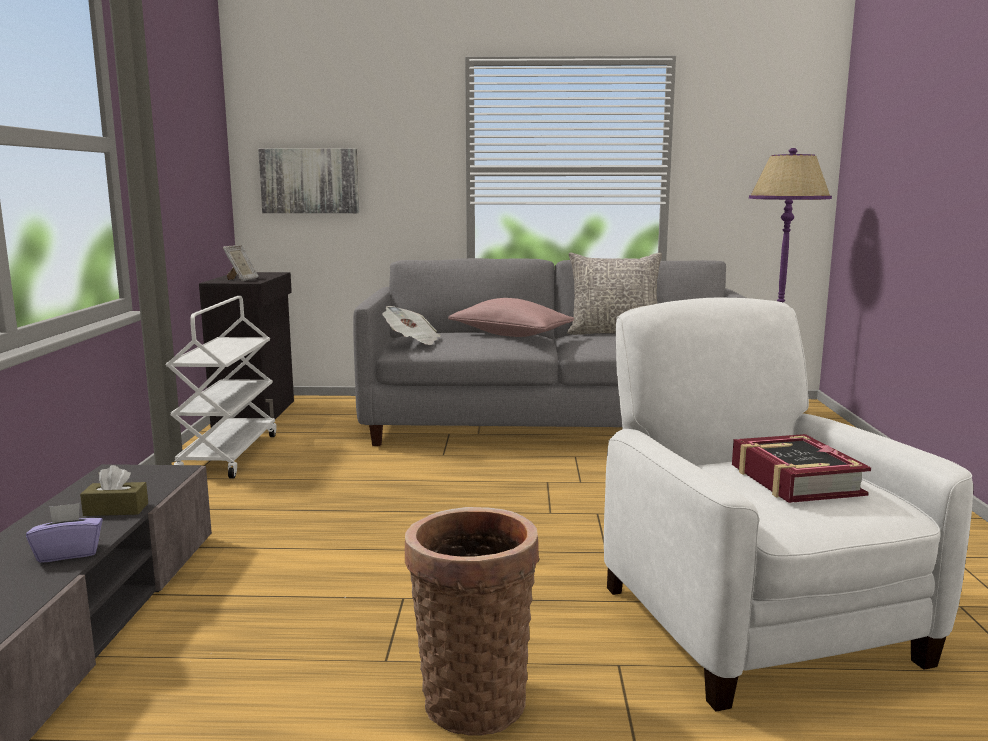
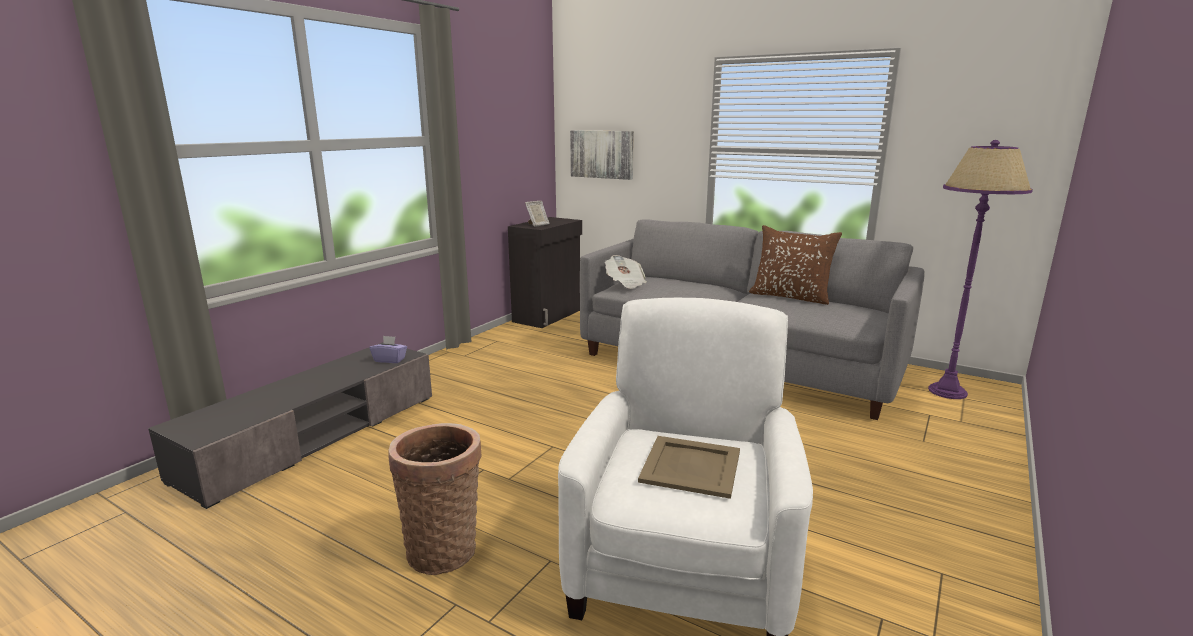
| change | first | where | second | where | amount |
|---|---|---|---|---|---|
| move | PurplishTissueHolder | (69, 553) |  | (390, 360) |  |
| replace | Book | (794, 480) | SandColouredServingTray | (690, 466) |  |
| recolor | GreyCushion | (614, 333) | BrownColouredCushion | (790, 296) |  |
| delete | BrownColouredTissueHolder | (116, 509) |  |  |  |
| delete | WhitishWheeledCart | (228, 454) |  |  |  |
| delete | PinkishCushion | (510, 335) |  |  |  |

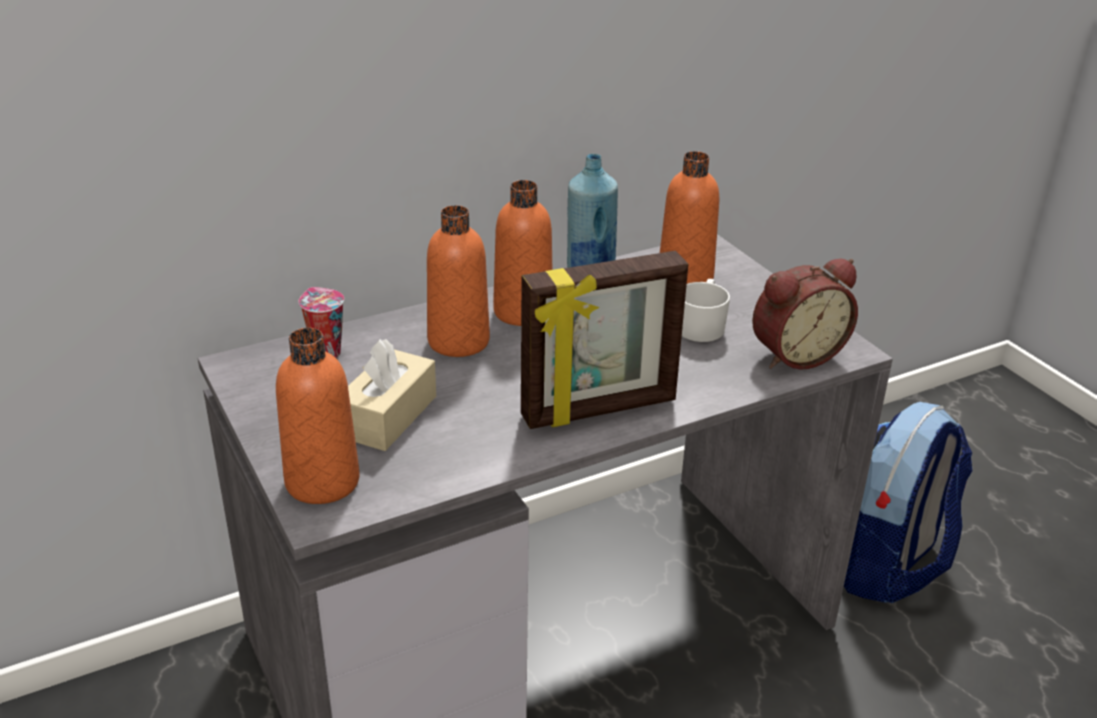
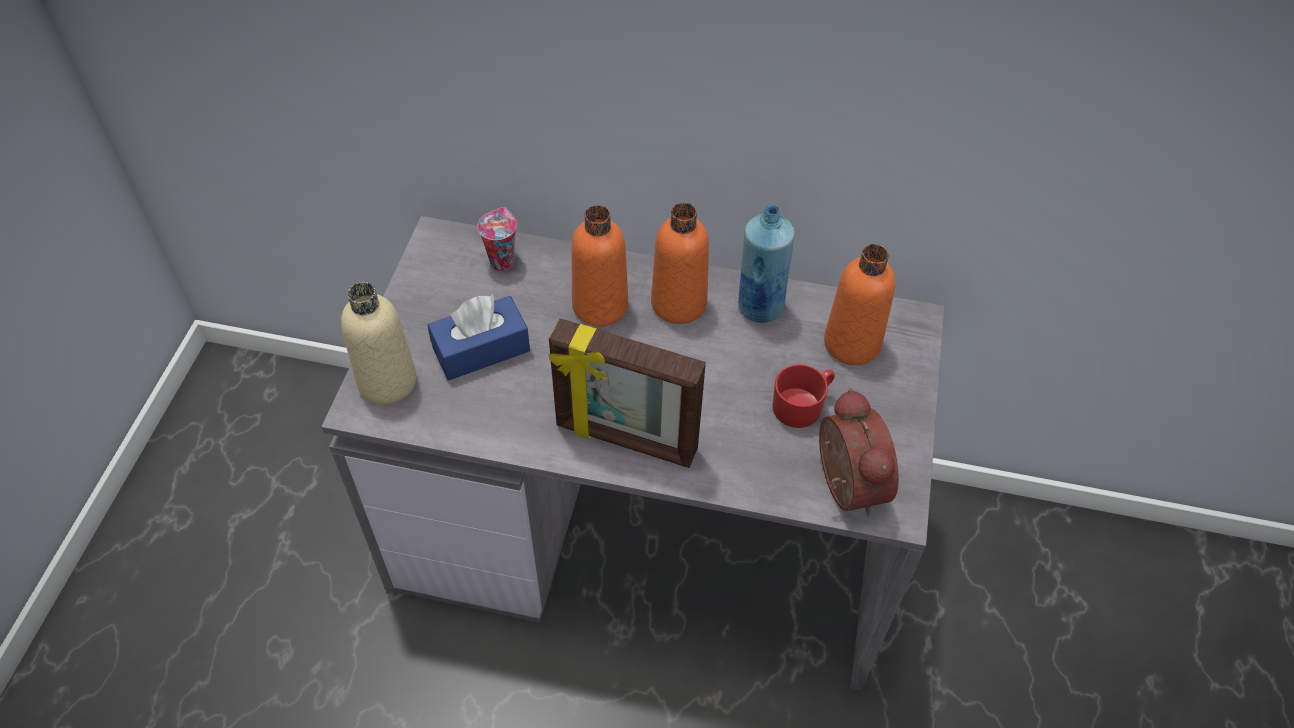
| change | first | where | second | where | amount |
|---|---|---|---|---|---|
| recolor | OrangeDrinkBottle | (322, 482) | SandColouredDrinkBottle | (387, 381) |  |
| recolor | SandColouredTissueHolder | (388, 416) | BluishTissueHolder | (481, 349) |  |
| recolor | WhitishMug | (701, 325) | RedMug | (802, 405) |  |
| rotate | BedsideClock | (795, 354) |  | (843, 485) | 120 degrees counterclockwise |
| delete | Knapsack | (888, 565) |  |  |  |

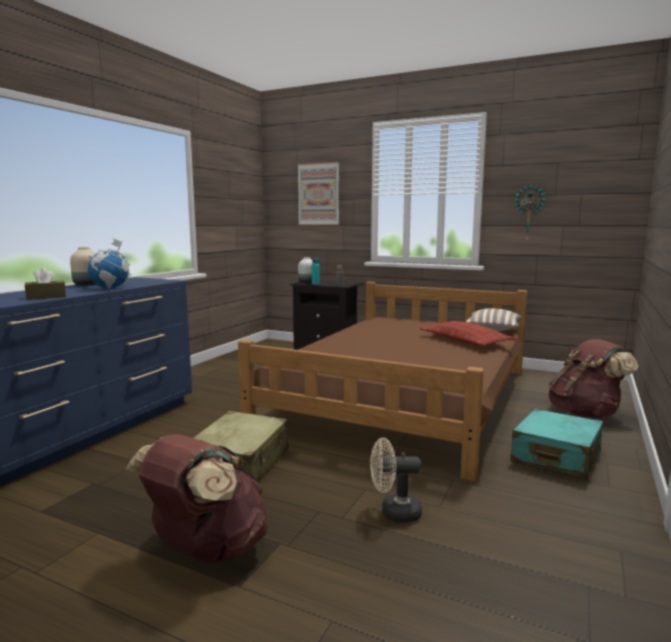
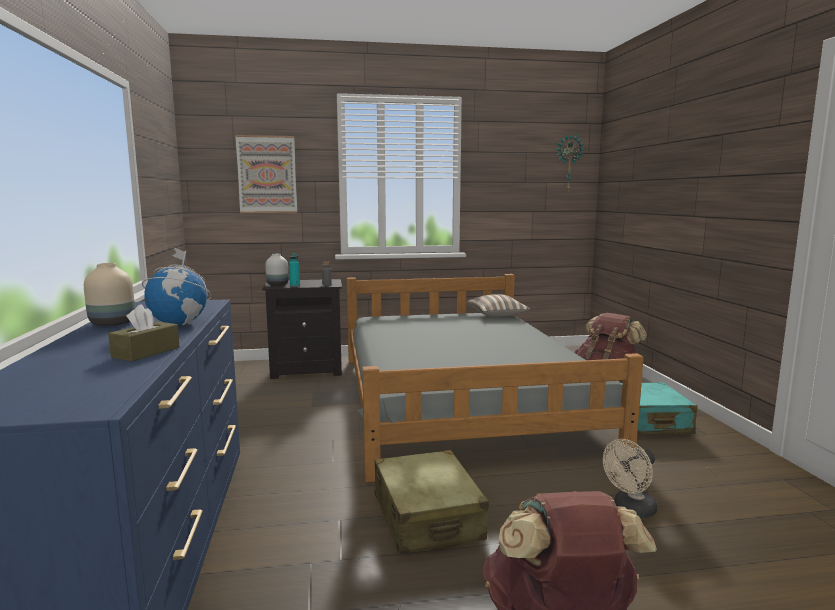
| change | first | where | second | where | amount |
|---|---|---|---|---|---|
| recolor | BrownColouredBedroomBed | (404, 398) | GreyBedroomBed | (460, 399) |  |
| move | WallClock | (529, 213) |  | (568, 162) |  |
| delete | Cushion | (465, 340) |  |  |  |

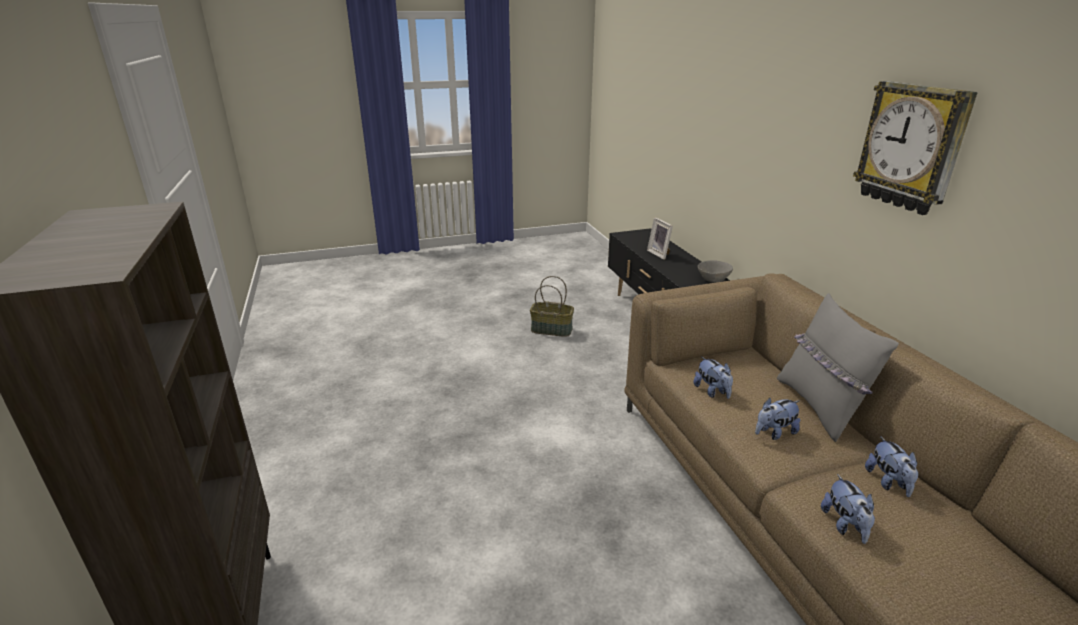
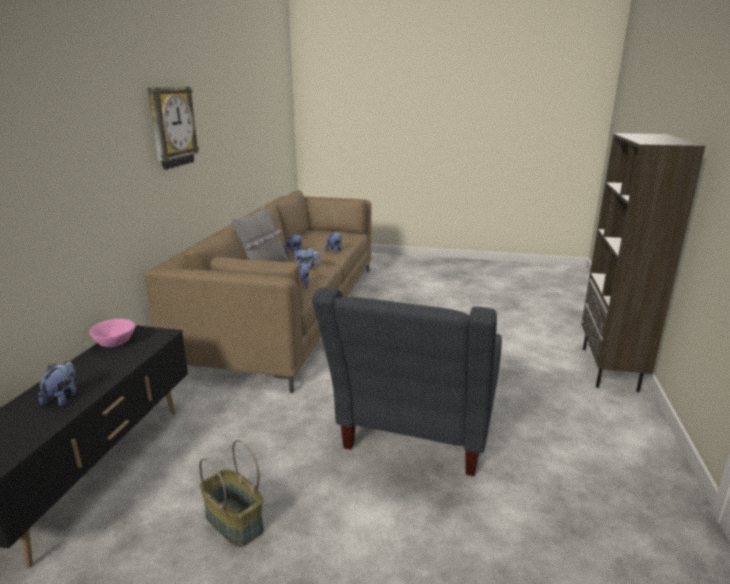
| change | first | where | second | where | amount |
|---|---|---|---|---|---|
| replace | StandingFrame | (660, 254) | PlushToy | (62, 397) |  |
| recolor | GreyServingBowl | (713, 279) | PinkishServingBowl | (114, 343) |  |
| insert |  |  | GreyLoungeChair | (414, 439) |  |

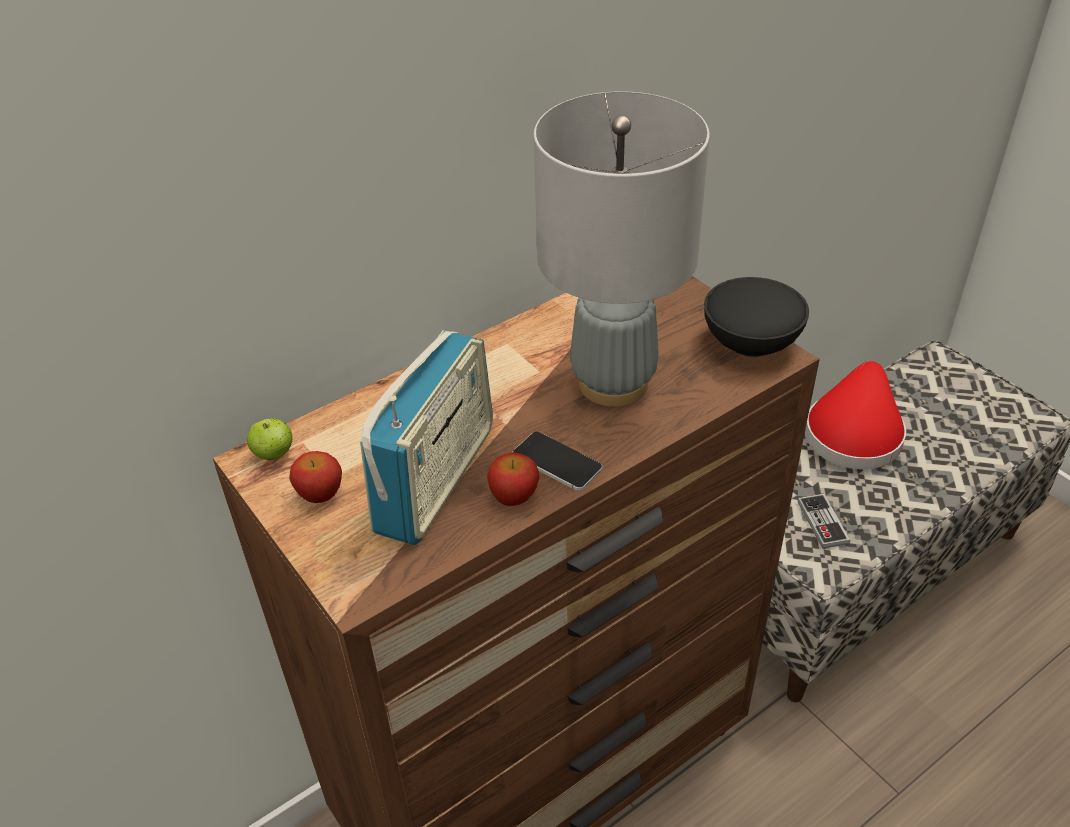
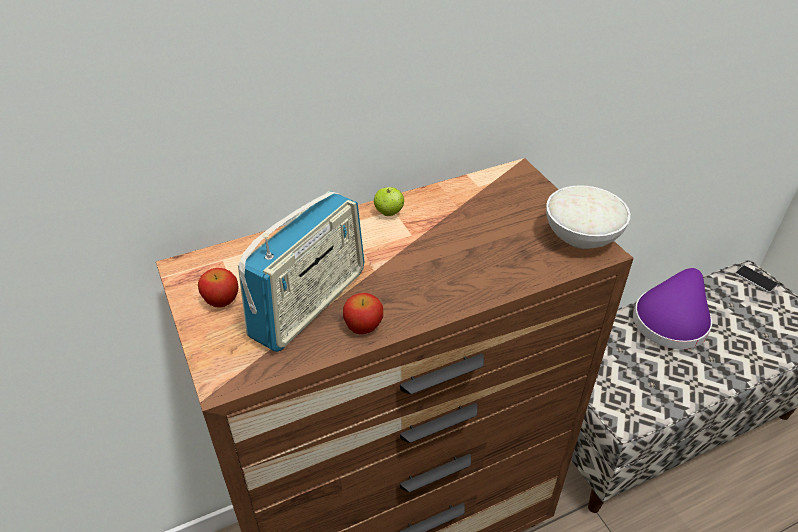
| change | first | where | second | where | amount |
|---|---|---|---|---|---|
| move | WholeApple | (274, 454) |  | (389, 213) |  |
| recolor | BlackServingBowl | (752, 343) | WhitishServingBowl | (582, 237) |  |
| recolor | RedWearableHat | (853, 432) | PurplishWearableHat | (671, 319) |  |
| move | Handset | (557, 462) |  | (755, 279) |  |
| delete | GreyLampForATable | (613, 383) |  |  |  |
| delete | GameController | (822, 522) |  |  |  |

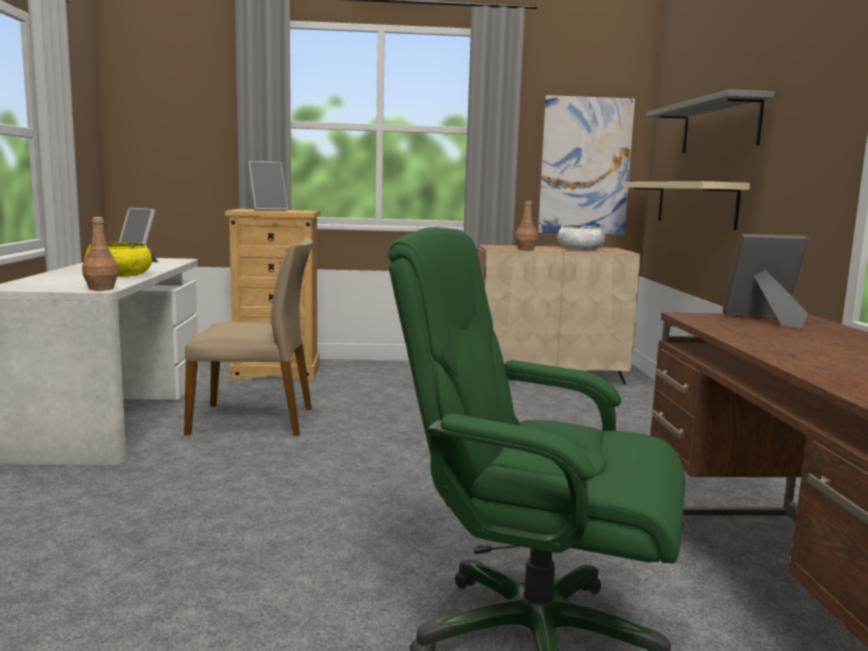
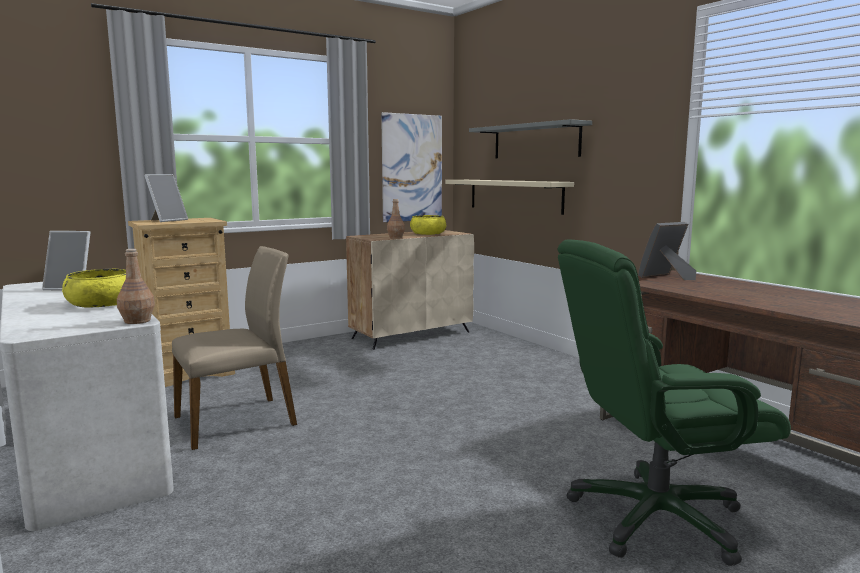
| change | first | where | second | where | amount |
|---|---|---|---|---|---|
| recolor | WhitishServingBowl | (580, 249) | YellowishServingBowl | (428, 234) |  |

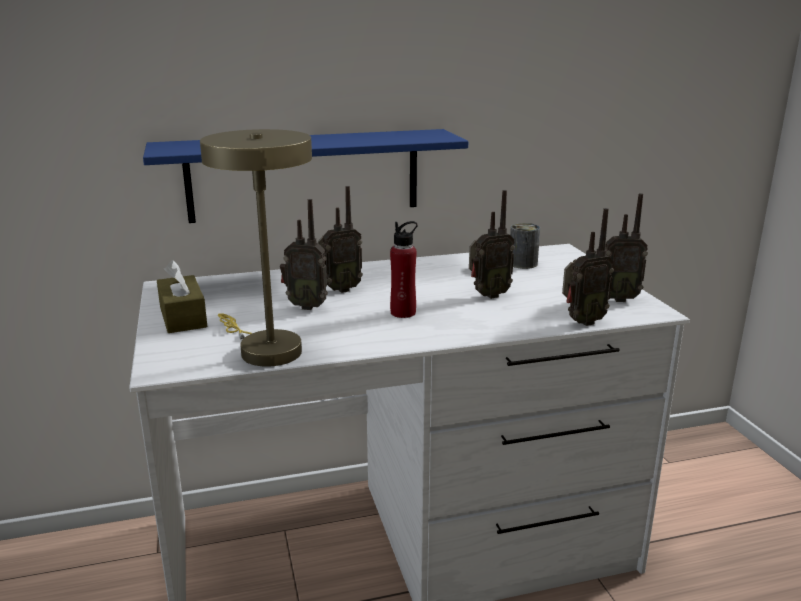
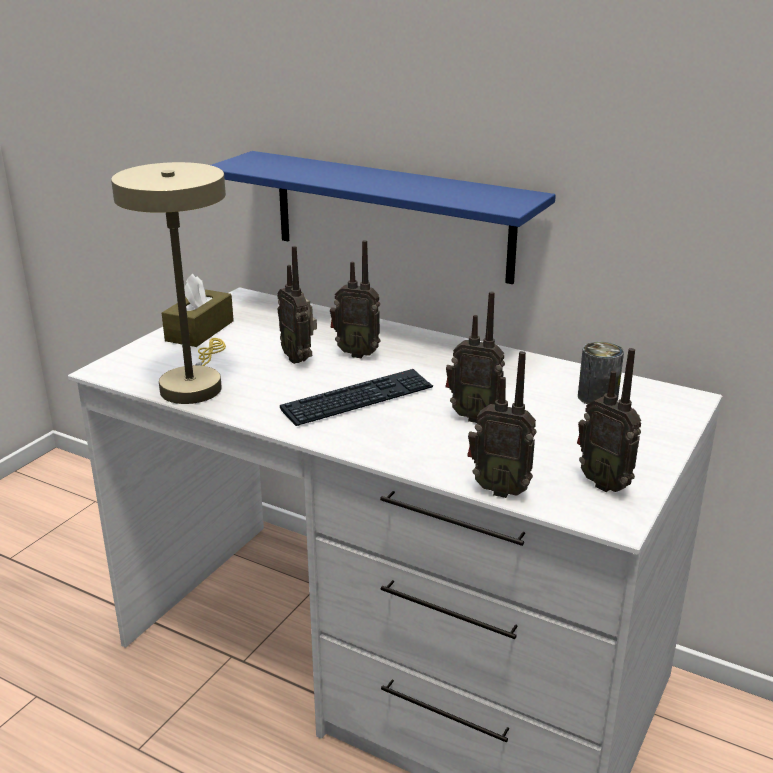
| change | first | where | second | where | amount |
|---|---|---|---|---|---|
| replace | RedDrinkBottle | (403, 313) | ComputerKeyboard | (358, 399) |  |

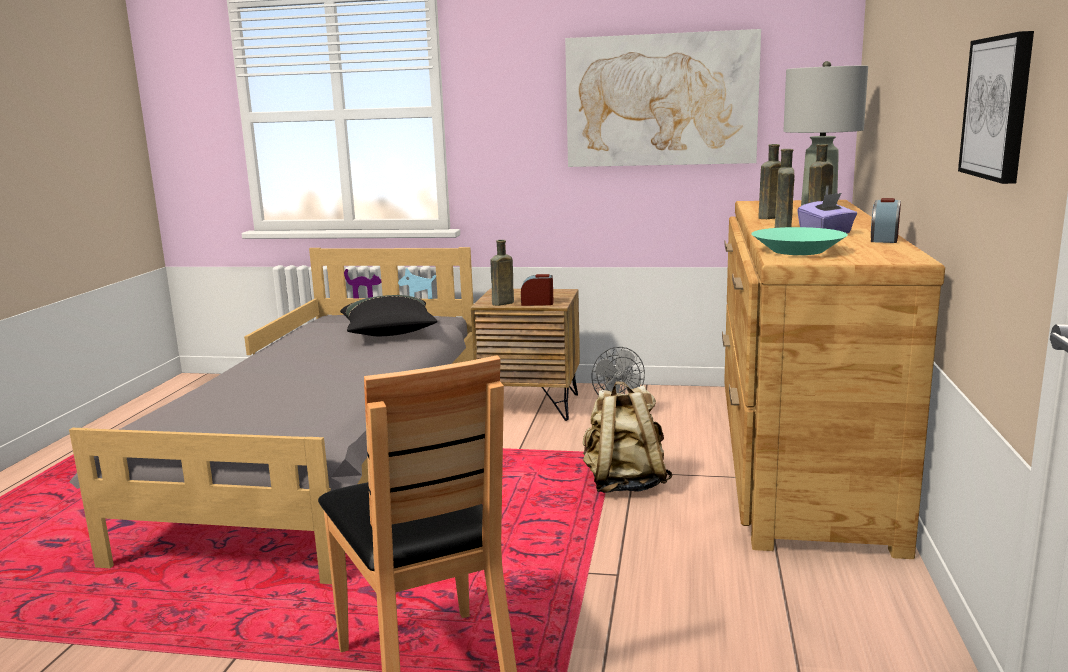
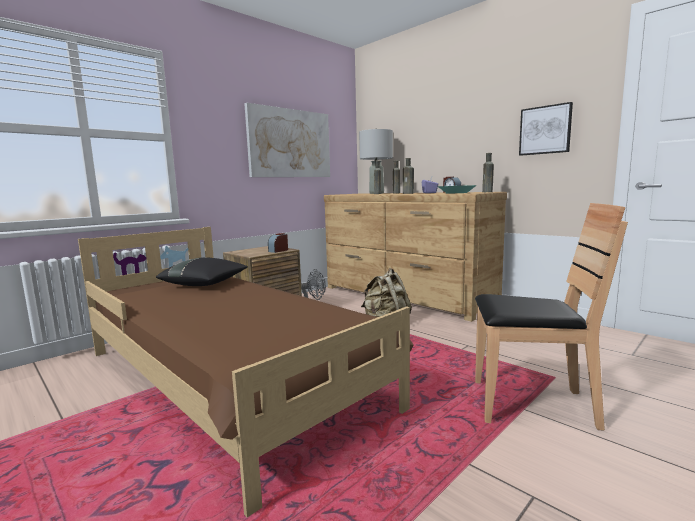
| change | first | where | second | where | amount |
|---|---|---|---|---|---|
| recolor | GreyBedroomBed | (330, 461) | BrownColouredBedroomBed | (229, 378) |  |
| move | BrownColouredDrinkBottle | (501, 303) |  | (487, 192) |  |

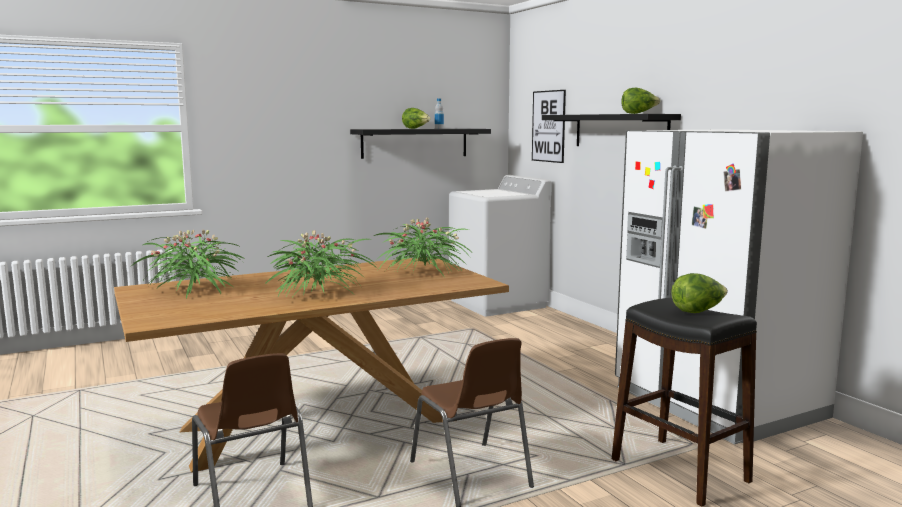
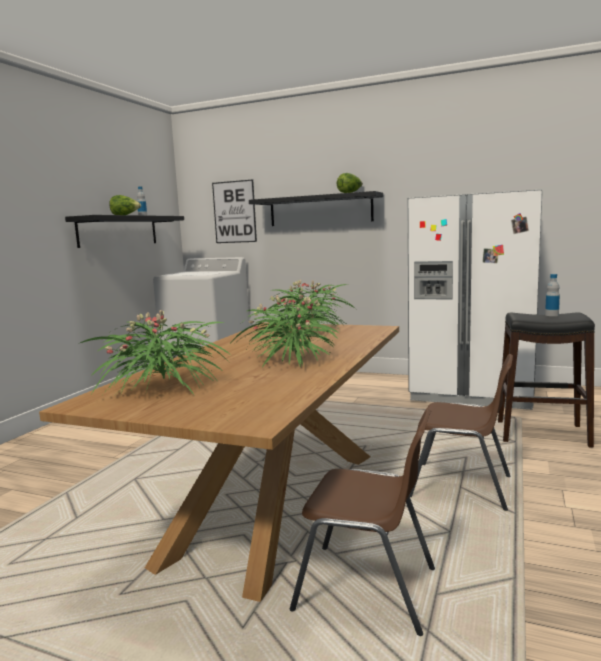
| change | first | where | second | where | amount |
|---|---|---|---|---|---|
| replace | HeadOfLettuce | (698, 311) | DrinkBottle | (551, 315) |  |

